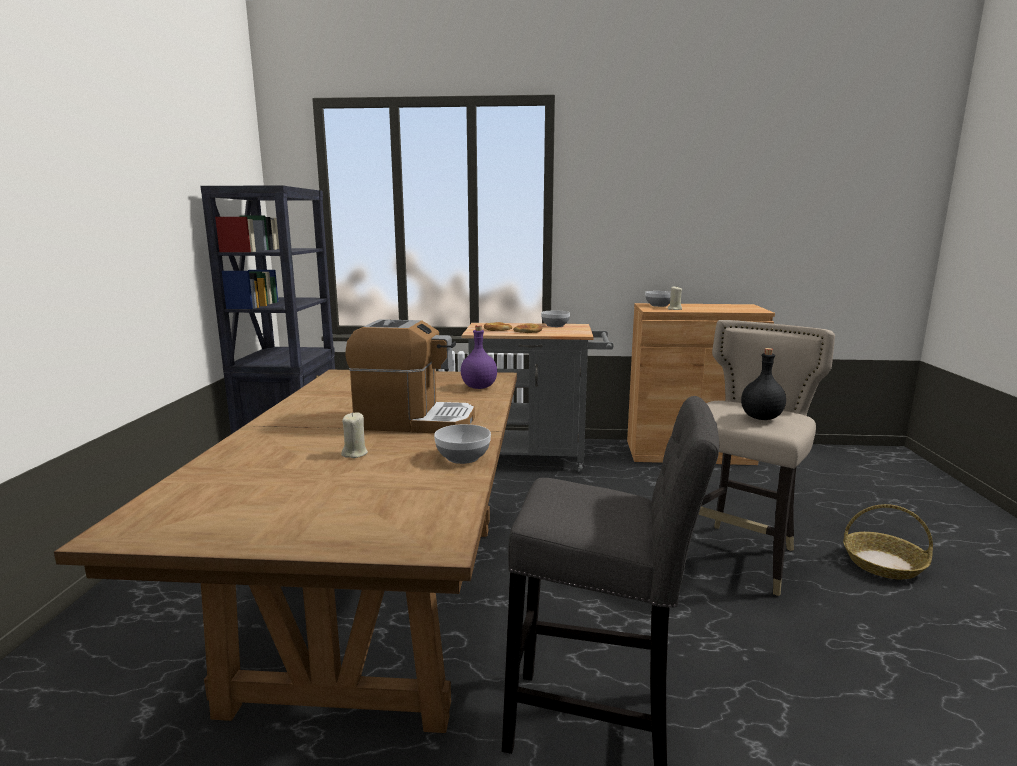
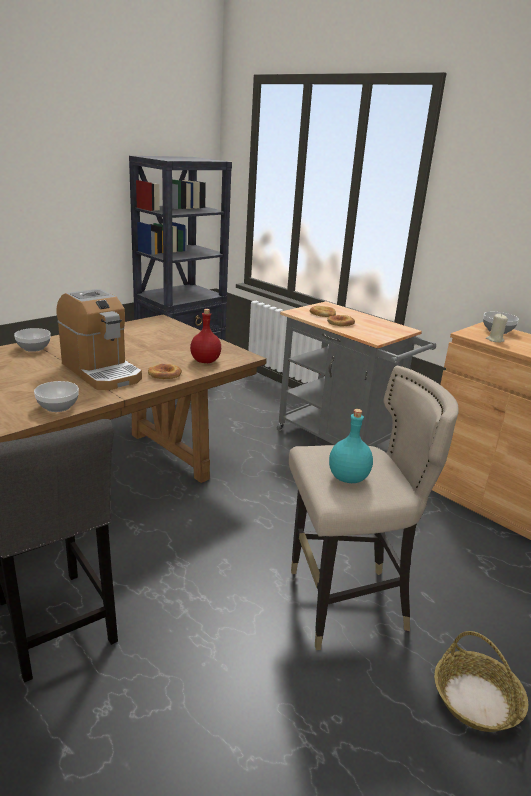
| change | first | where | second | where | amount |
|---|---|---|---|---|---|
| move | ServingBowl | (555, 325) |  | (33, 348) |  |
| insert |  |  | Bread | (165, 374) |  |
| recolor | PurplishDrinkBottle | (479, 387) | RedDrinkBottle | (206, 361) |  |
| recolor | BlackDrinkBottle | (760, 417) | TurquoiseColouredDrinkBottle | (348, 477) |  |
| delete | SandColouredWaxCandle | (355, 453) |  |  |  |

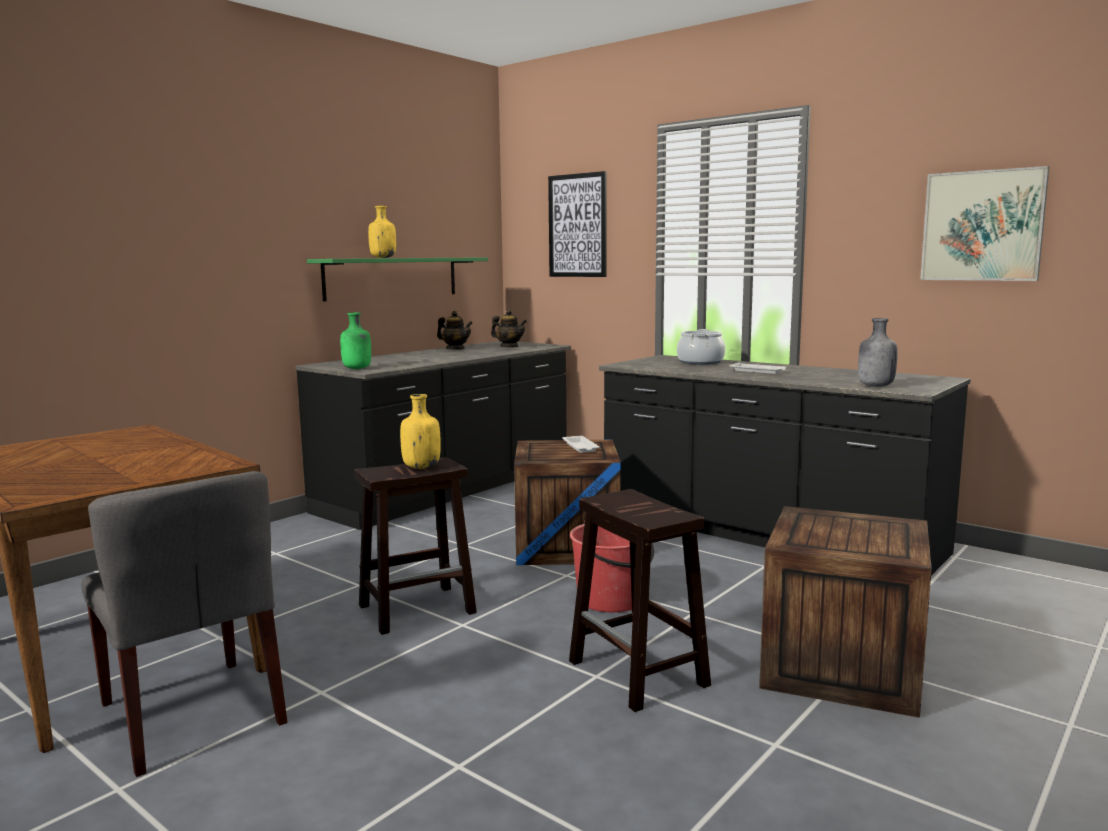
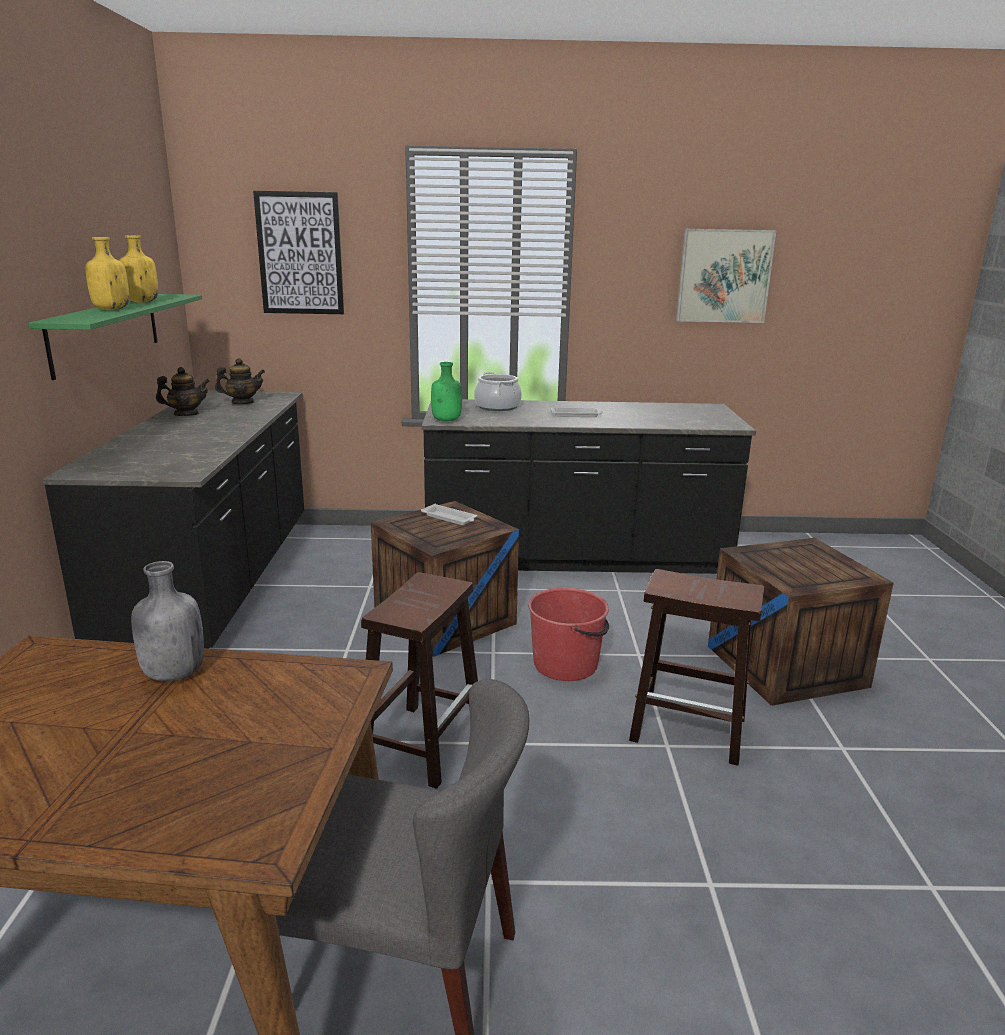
| change | first | where | second | where | amount |
|---|---|---|---|---|---|
| move | YellowishDrinkBottle | (421, 467) |  | (141, 302) |  |
| move | GreyDrinkBottle | (875, 386) |  | (173, 674) |  |
| move | GreenDrinkBottle | (357, 368) |  | (447, 420) |  |

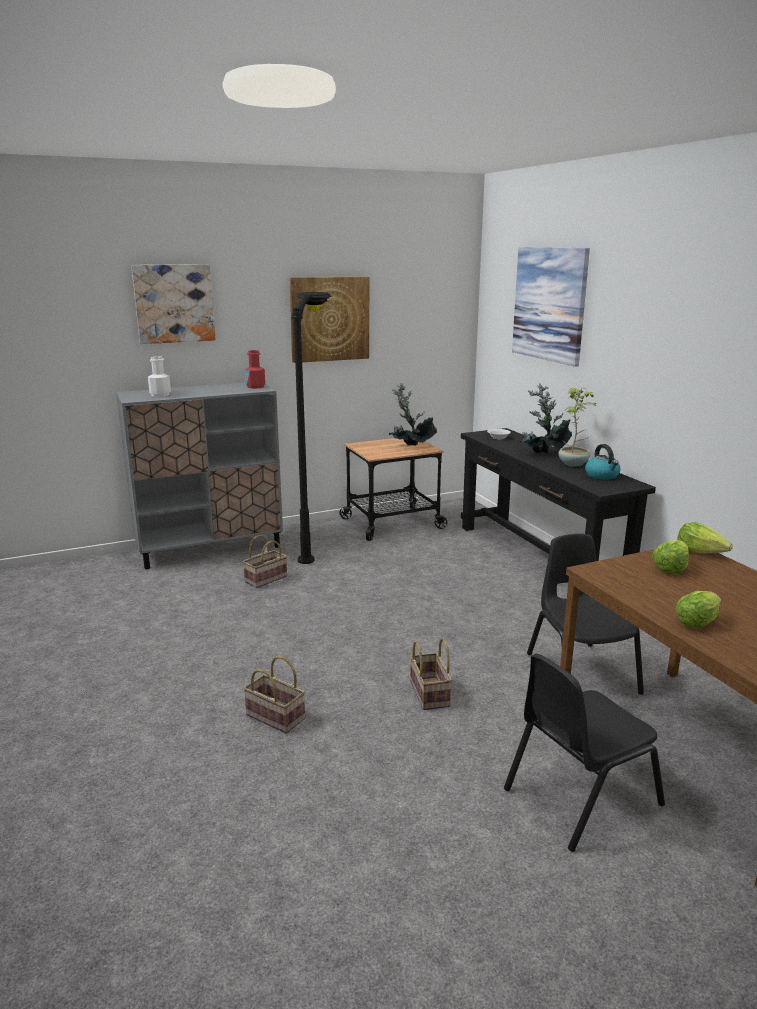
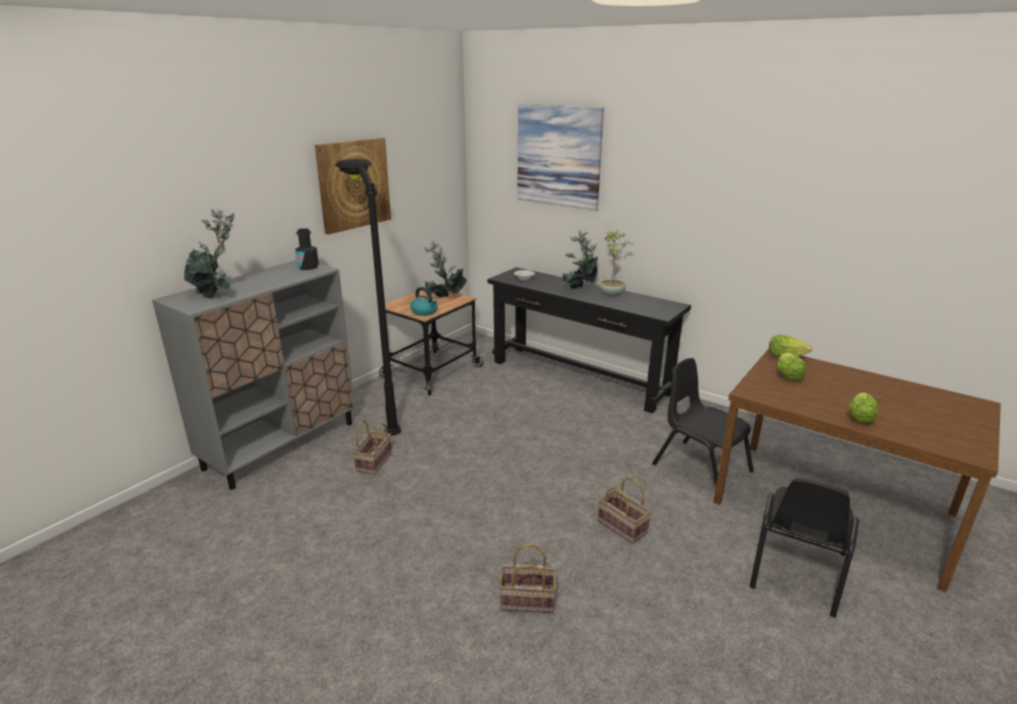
| change | first | where | second | where | amount |
|---|---|---|---|---|---|
| replace | WhitishDrinkBottle | (160, 394) | PottedPlant | (217, 295) |  |
| recolor | RedDrinkBottle | (255, 386) | BlackDrinkBottle | (308, 267) |  |
| move | WaterKettle | (602, 475) |  | (425, 312) |  |
| delete | Picture | (174, 303) |  |  |  |

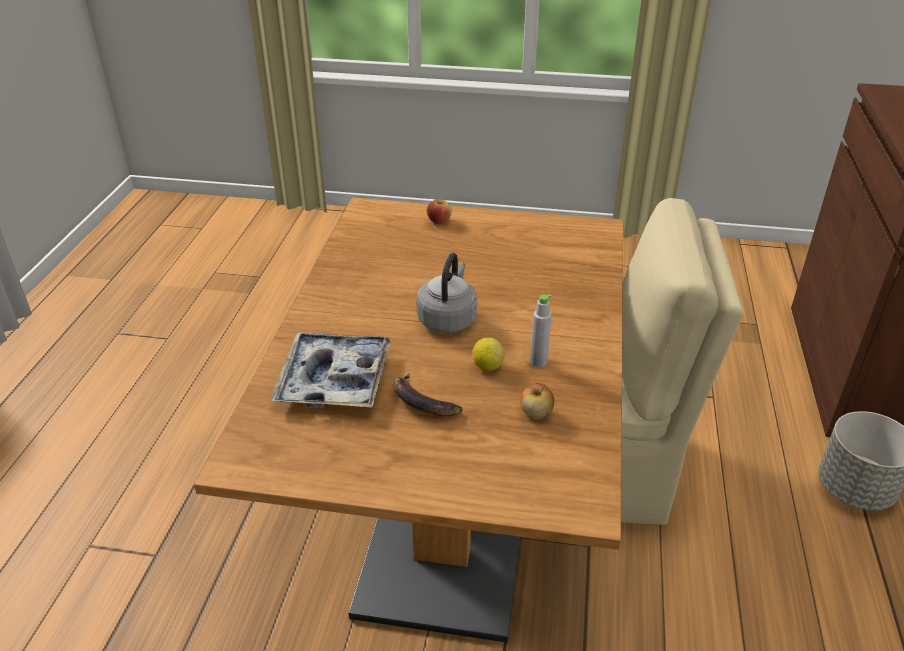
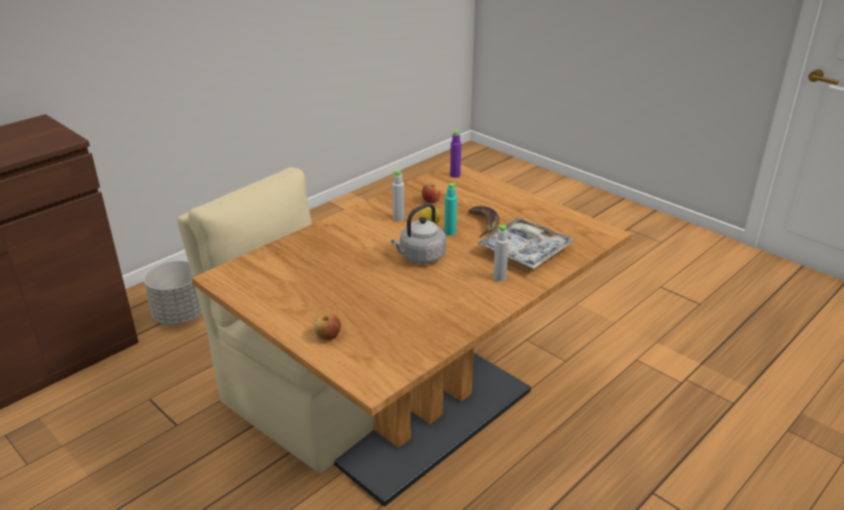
| change | first | where | second | where | amount |
|---|---|---|---|---|---|
| insert |  |  | TurquoiseColouredDrinkBottle | (450, 232) |  |
| insert |  |  | PurplishDrinkBottle | (455, 175) |  |
| insert |  |  | GreyDrinkBottle | (499, 277) |  |

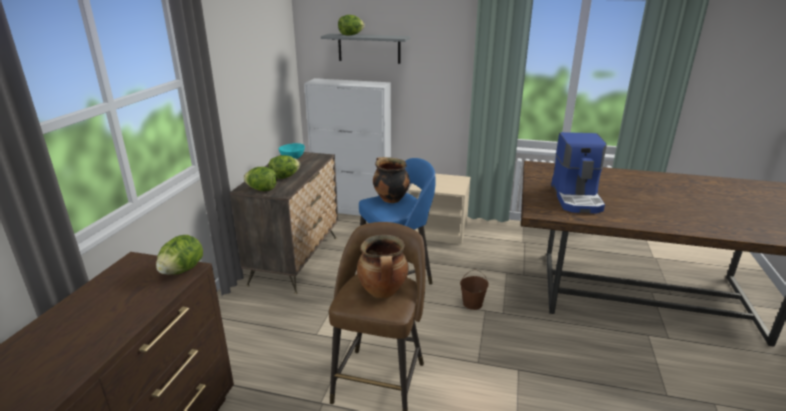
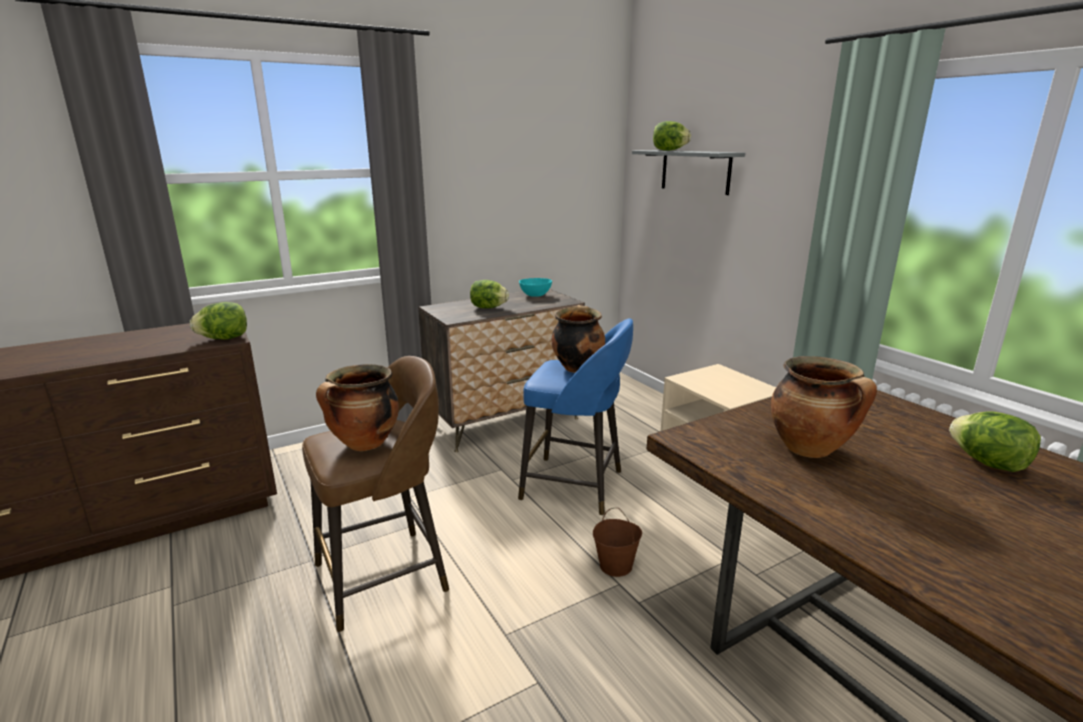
| change | first | where | second | where | amount |
|---|---|---|---|---|---|
| replace | CoffeeMachine | (577, 198) | Saucepot | (811, 449) |  |
| move | HeadOfLettuce | (262, 189) |  | (988, 463) |  |
| delete | WhitishCabinet | (353, 209) |  |  |  |

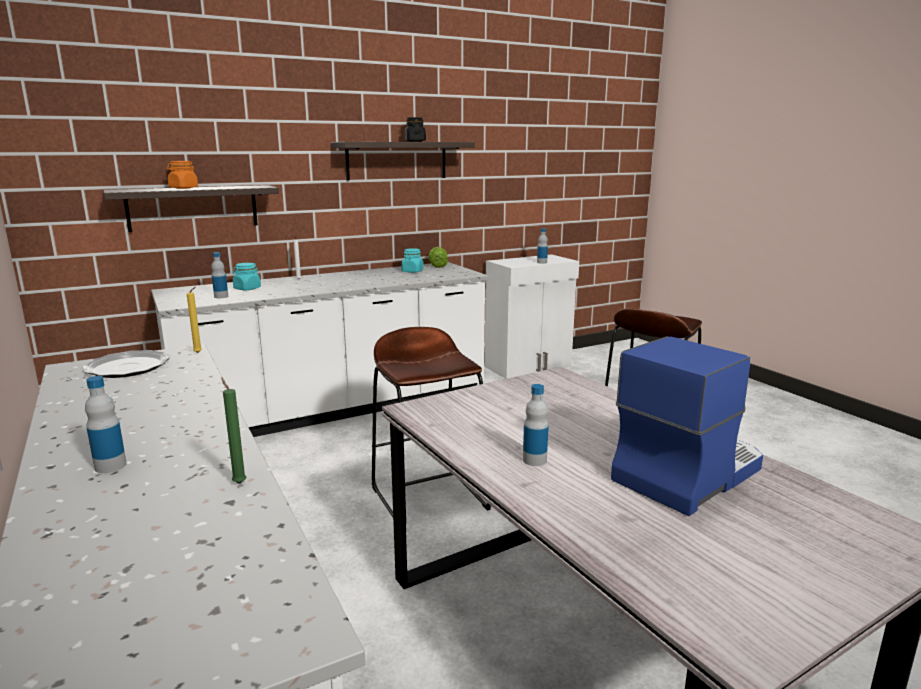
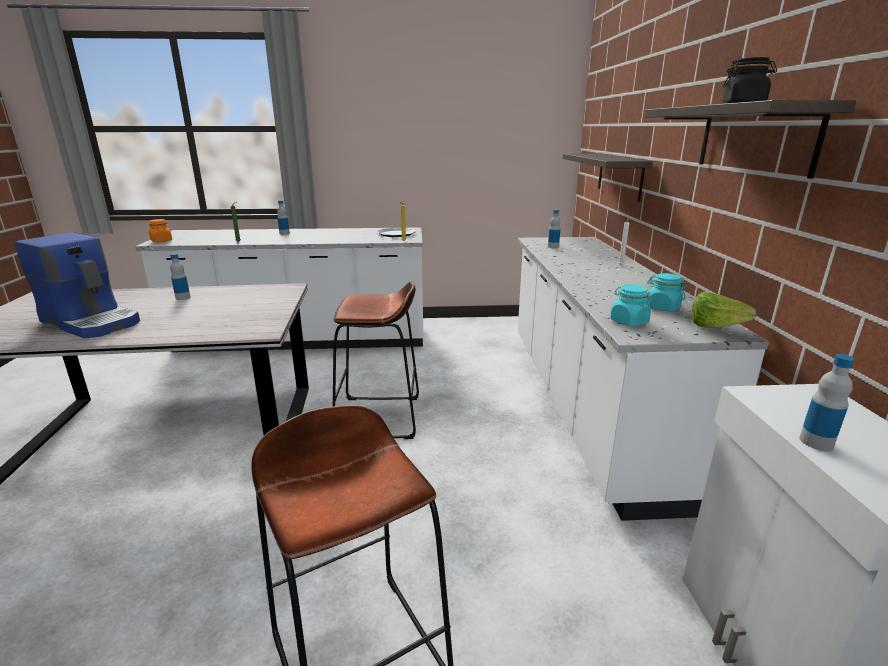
| change | first | where | second | where | amount |
|---|---|---|---|---|---|
| rotate | CoffeeMachine | (686, 473) |  | (93, 321) | 45 degrees counterclockwise |
| move | OrangePreserveJar | (183, 188) |  | (161, 241) |  |
| move | TurquoiseColouredPreserveJar | (247, 289) |  | (628, 322) |  |

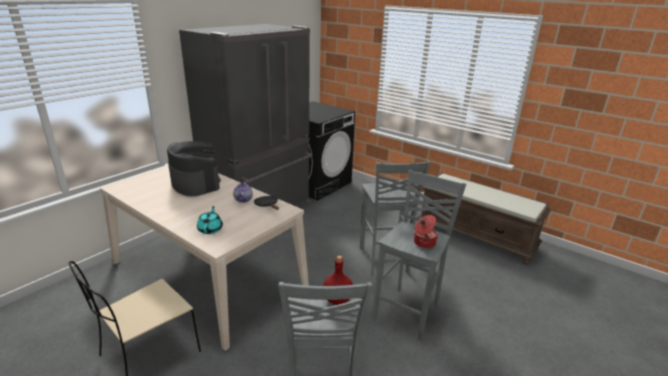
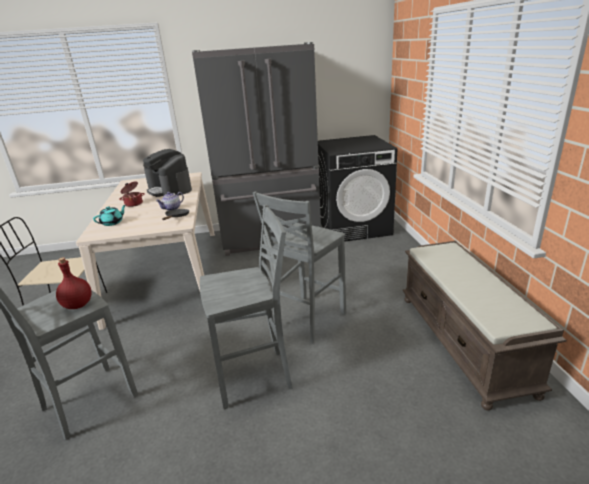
| change | first | where | second | where | amount |
|---|---|---|---|---|---|
| move | Saucepot | (423, 243) |  | (133, 203) |  |
| rotate | CoffeeMachine | (195, 183) |  | (170, 190) | 135 degrees clockwise |

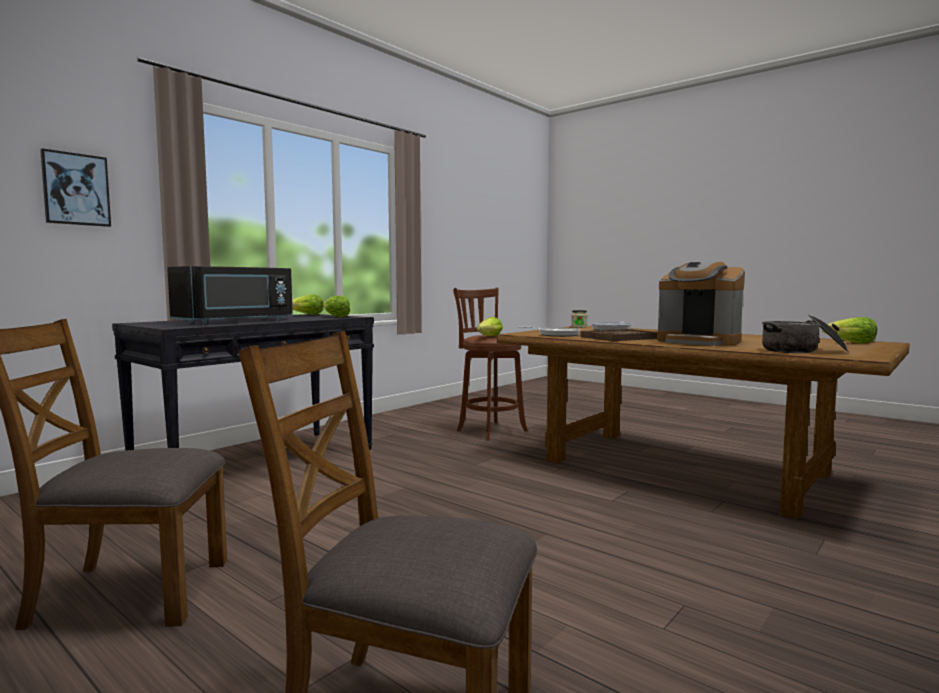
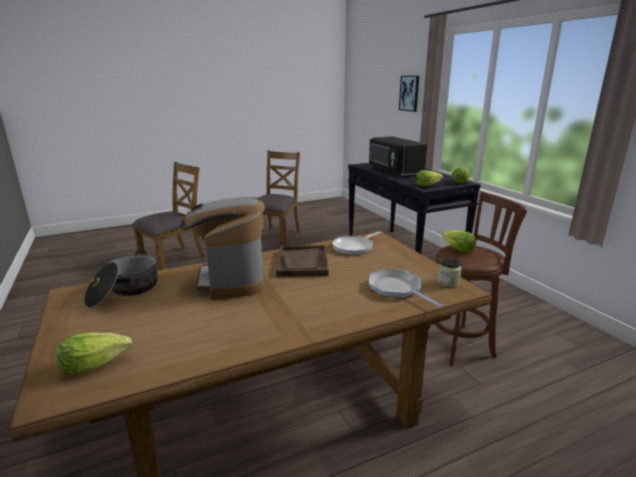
| change | first | where | second | where | amount |
|---|---|---|---|---|---|
| rotate | CoffeeMachine | (698, 342) |  | (230, 280) | 75 degrees counterclockwise |

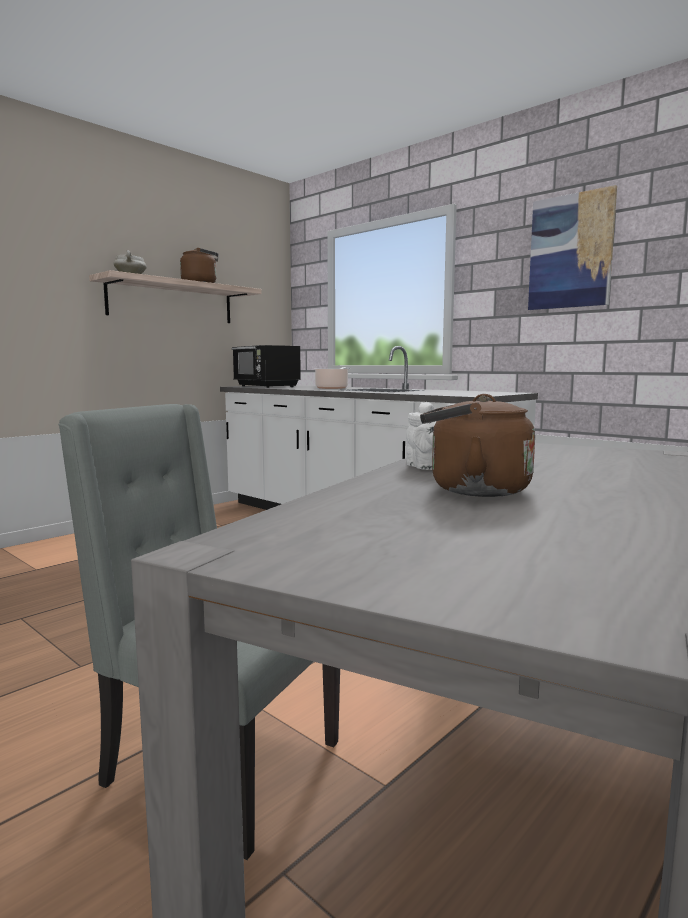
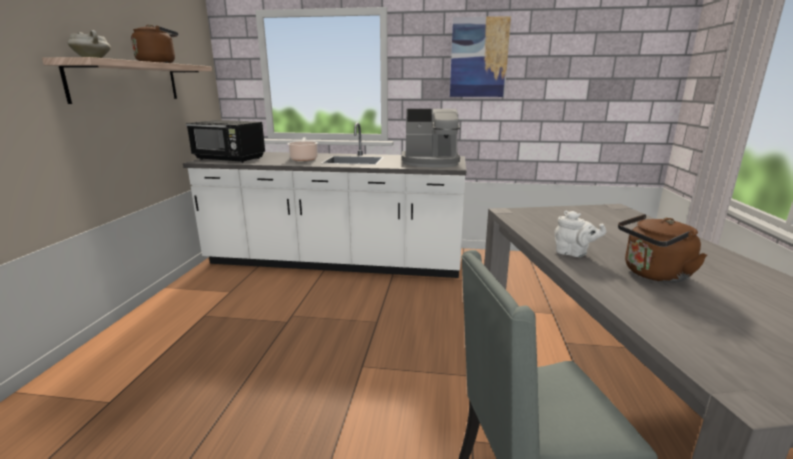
| change | first | where | second | where | amount |
|---|---|---|---|---|---|
| insert |  |  | CoffeeMachine | (431, 162) |  |

